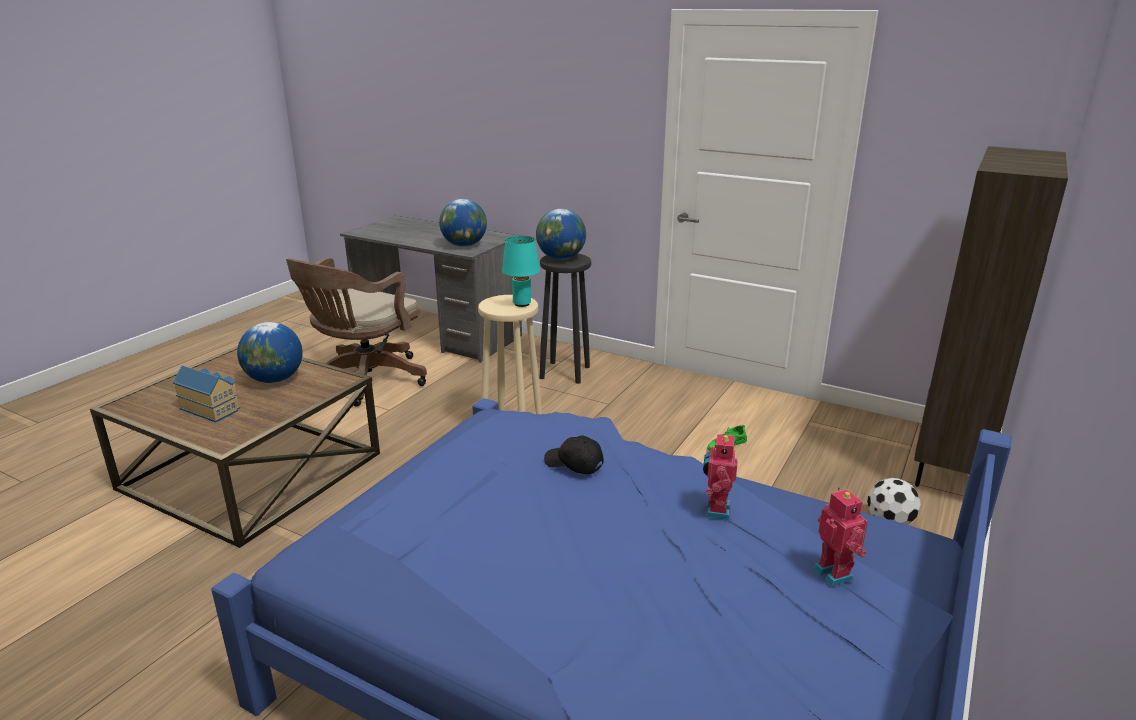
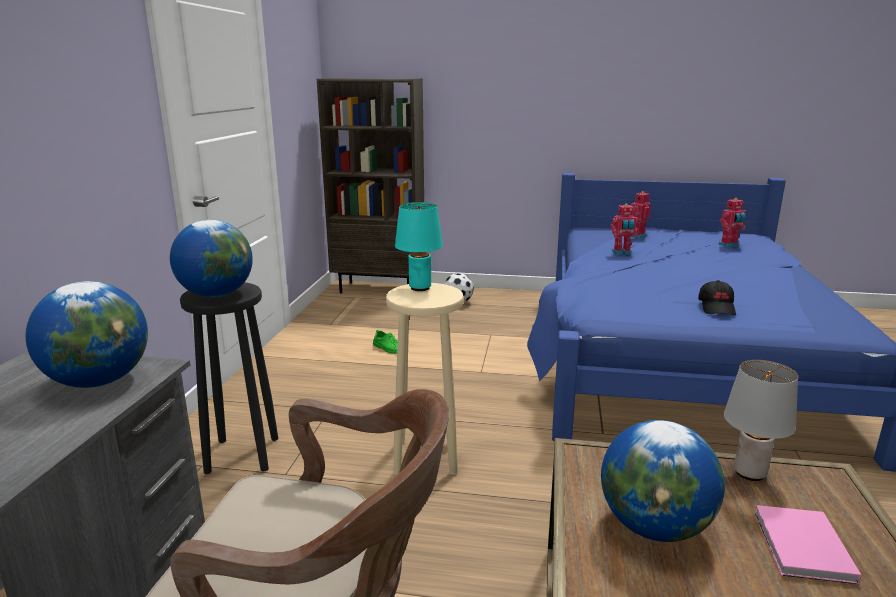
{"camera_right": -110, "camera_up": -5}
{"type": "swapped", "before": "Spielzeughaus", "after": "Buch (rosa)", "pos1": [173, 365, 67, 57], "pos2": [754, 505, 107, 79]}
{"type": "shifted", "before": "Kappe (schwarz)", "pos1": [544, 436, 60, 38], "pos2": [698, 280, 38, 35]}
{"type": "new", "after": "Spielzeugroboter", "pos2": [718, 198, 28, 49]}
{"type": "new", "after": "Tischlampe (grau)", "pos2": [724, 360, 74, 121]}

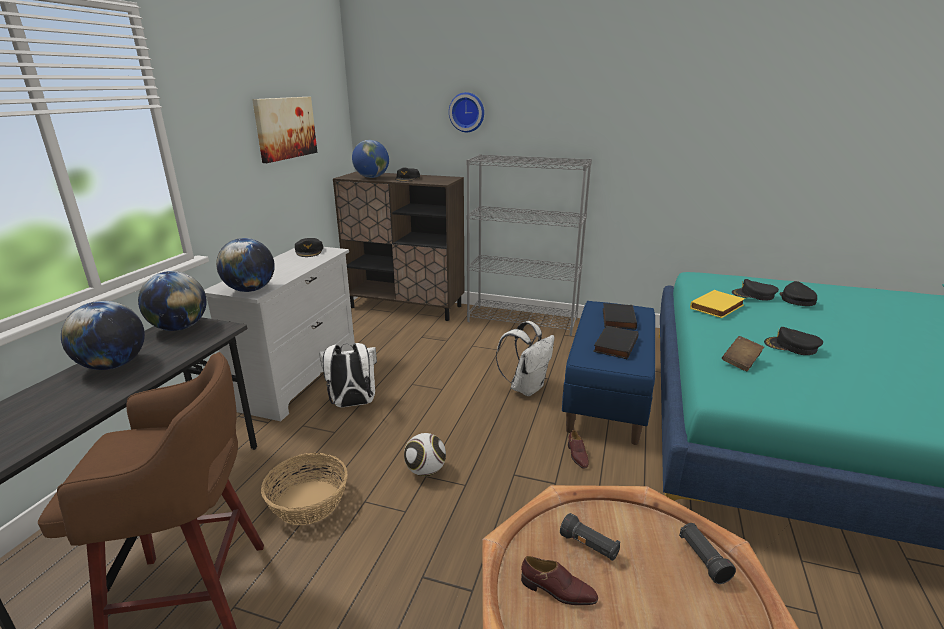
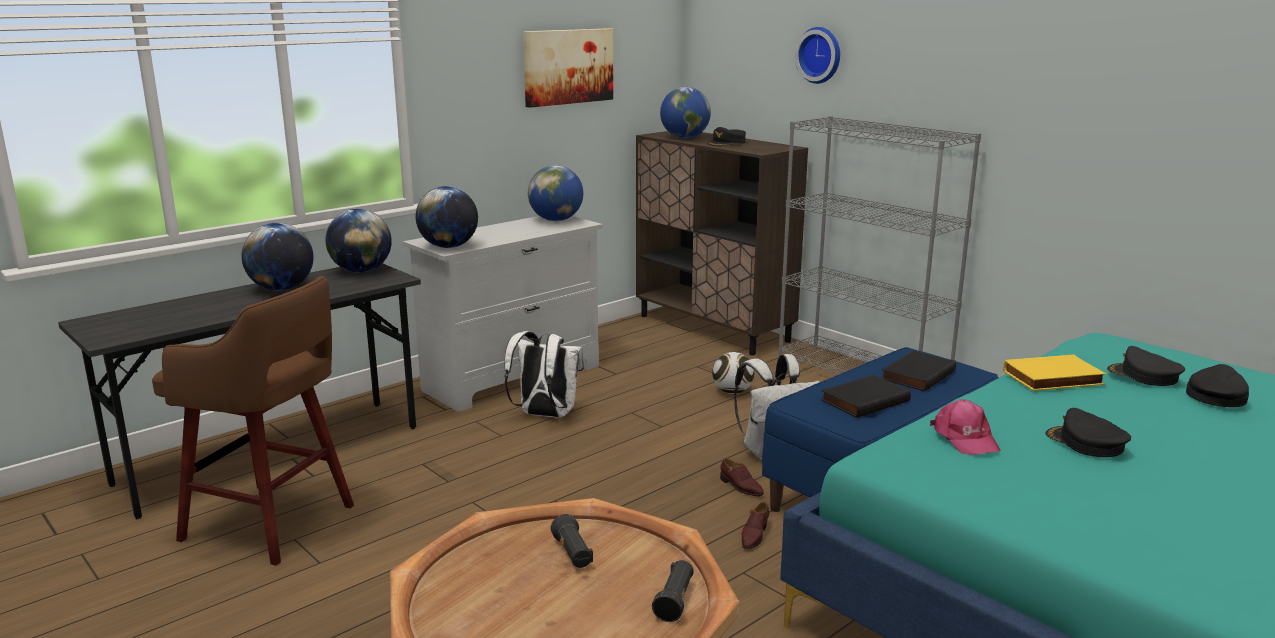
{"camera_right": 30, "camera_up": -5}
{"type": "gone", "before": "Korb", "pos1": [261, 453, 87, 72]}
{"type": "swapped", "before": "Kappe (schwarz)", "after": "Globus", "pos1": [295, 238, 28, 19], "pos2": [528, 165, 55, 56]}
{"type": "shifted", "before": "Fußball", "pos1": [404, 433, 42, 43], "pos2": [712, 352, 42, 42]}
{"type": "shifted", "before": "Schuh (braun)", "pos1": [521, 556, 77, 49], "pos2": [720, 458, 44, 39]}
{"type": "swapped", "before": "Buch (braun)", "after": "Kappe (rosa)", "pos1": [722, 336, 42, 35], "pos2": [930, 399, 71, 56]}

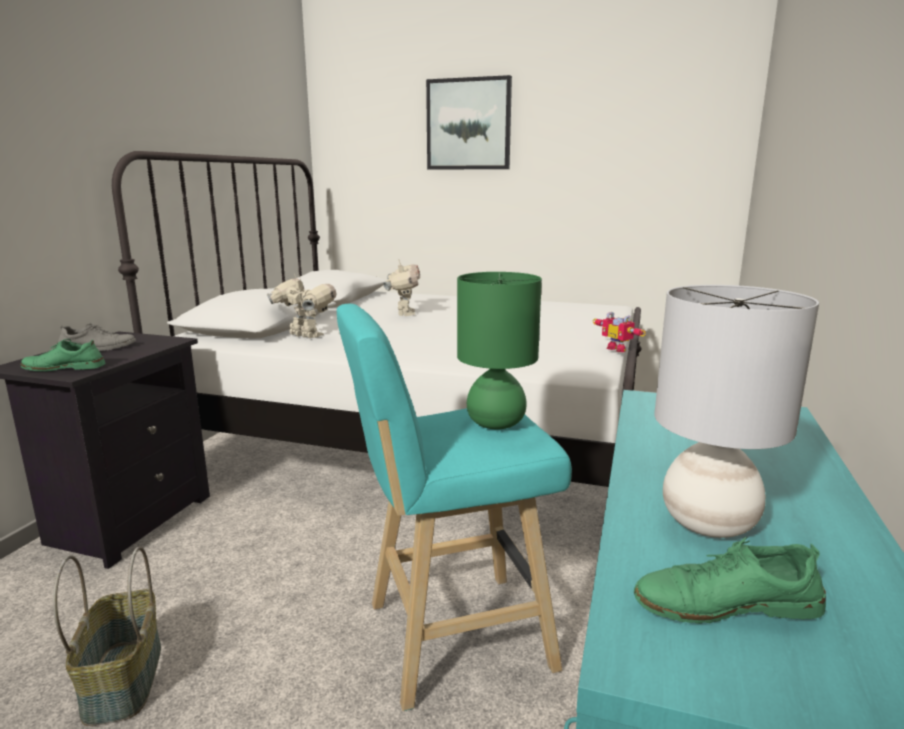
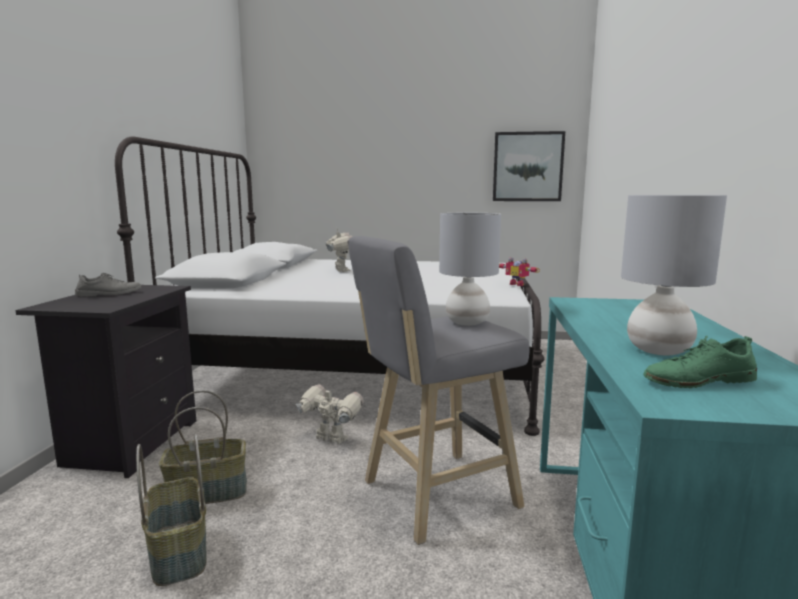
{"camera_right": -10, "camera_up": -5}
{"type": "gone", "before": "Schuh (grün)", "pos1": [21, 339, 84, 32]}
{"type": "shifted", "before": "Spielzeugroboter", "pos1": [267, 274, 70, 64], "pos2": [295, 384, 68, 60]}
{"type": "repainted", "before": "Hocker (türkis)", "after": "Hocker (grau)", "pos1": [337, 304, 235, 407], "pos2": [349, 236, 180, 309]}
{"type": "shifted", "before": "Bild", "pos1": [426, 75, 86, 95], "pos2": [493, 131, 72, 70]}
{"type": "repainted", "before": "Tischlampe (grün)", "after": "Tischlampe (grau)", "pos1": [457, 272, 85, 157], "pos2": [439, 213, 62, 113]}
{"type": "new", "after": "Korb", "pos2": [159, 390, 88, 114]}

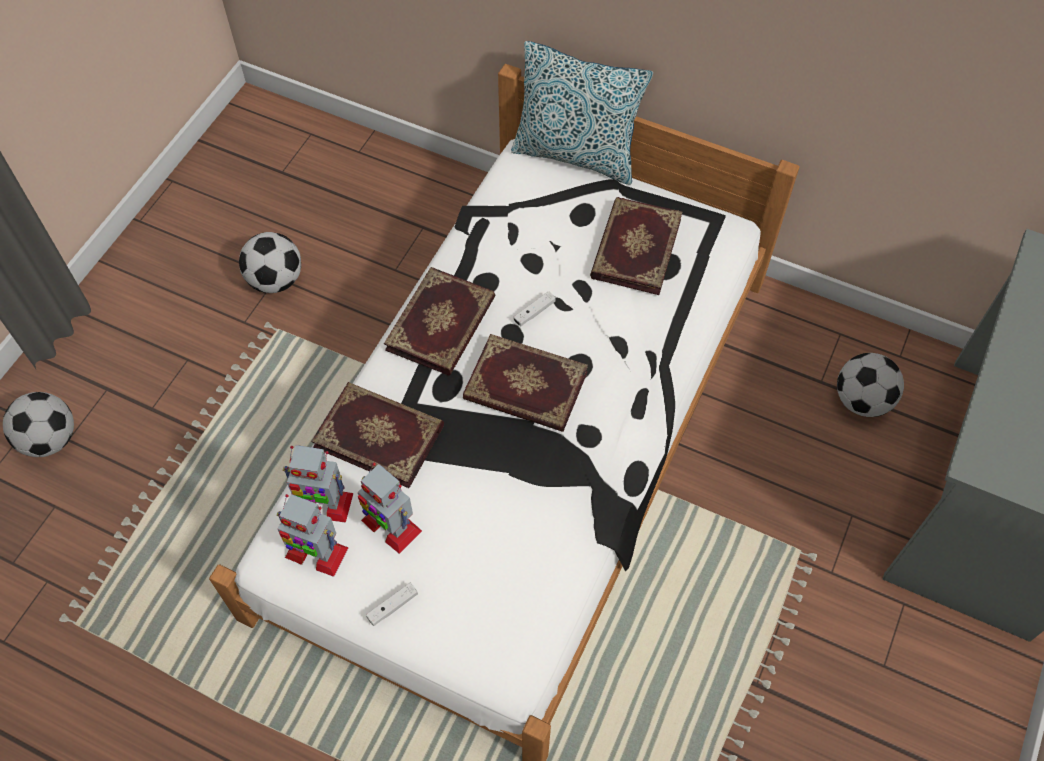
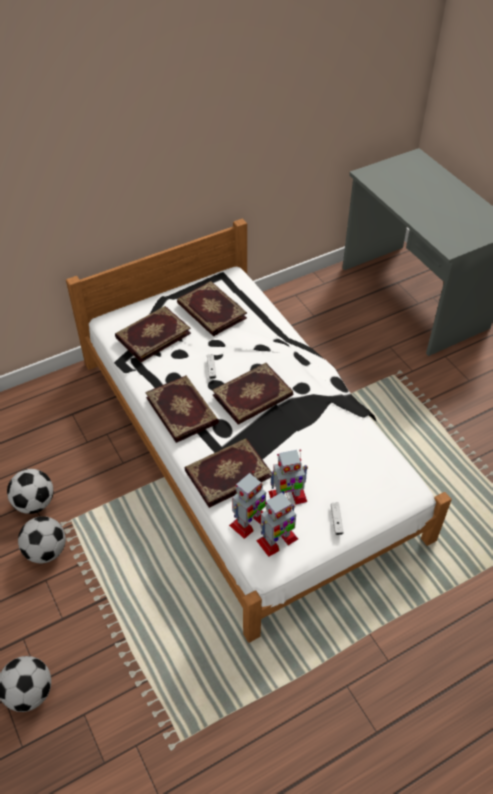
{"camera_right": -55, "camera_up": -10}
{"type": "gone", "before": "Kissen", "pos1": [511, 41, 142, 144]}
{"type": "shifted", "before": "Fußball", "pos1": [837, 353, 67, 64], "pos2": [18, 516, 48, 47]}
{"type": "new", "after": "Buch", "pos2": [115, 306, 76, 56]}

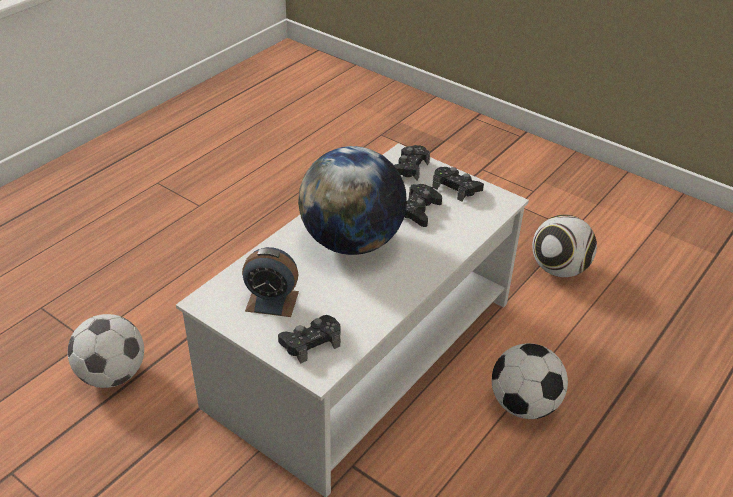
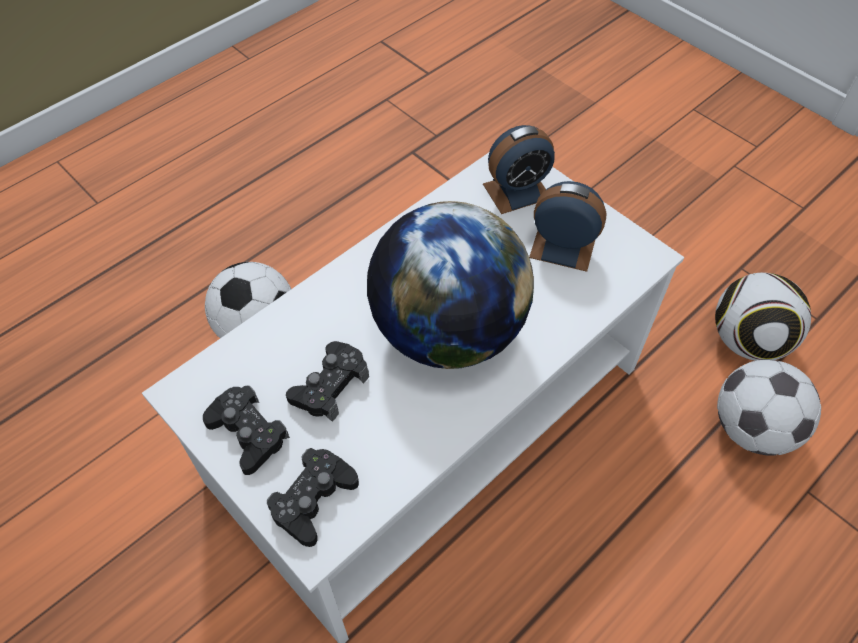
{"camera_right": -170, "camera_up": 15}
{"type": "swapped", "before": "Gamepad (schwarz)", "after": "Wecker", "pos1": [278, 315, 63, 49], "pos2": [483, 125, 72, 89]}
{"type": "shifted", "before": "Fußball", "pos1": [532, 215, 65, 62], "pos2": [715, 273, 96, 88]}

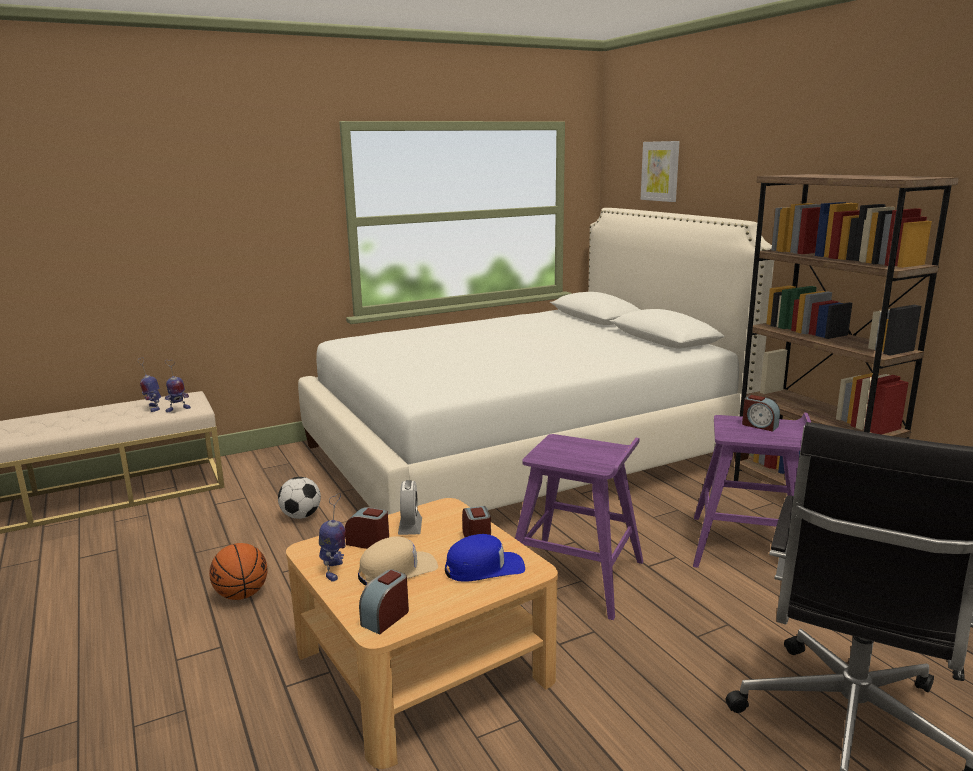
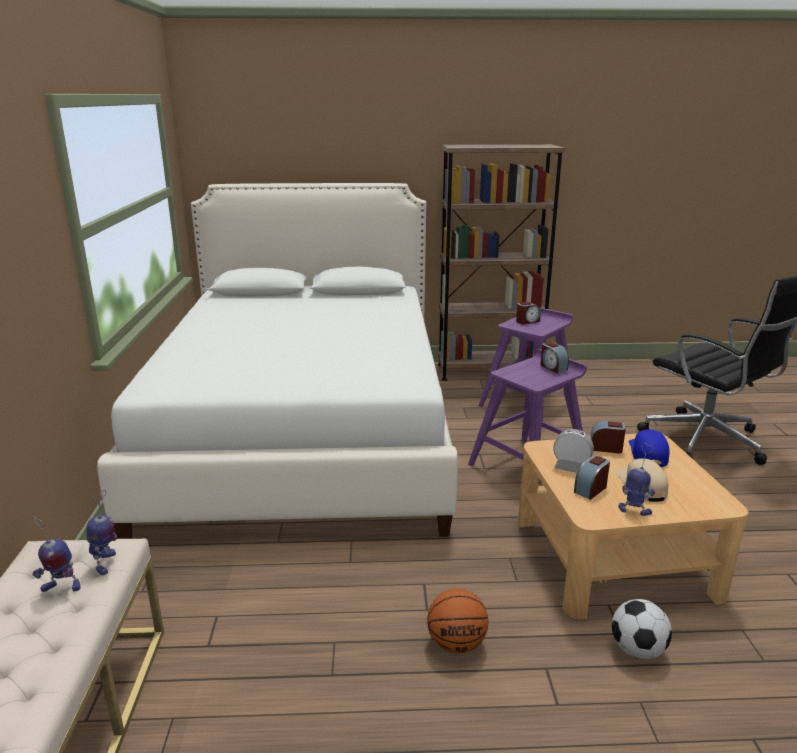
{"camera_right": -65, "camera_up": 5}
{"type": "shifted", "before": "Fußball", "pos1": [278, 477, 43, 42], "pos2": [612, 599, 60, 60]}
{"type": "shifted", "before": "Wecker", "pos1": [359, 569, 50, 66], "pos2": [540, 342, 29, 31]}
{"type": "gone", "before": "Bild", "pos1": [641, 141, 39, 61]}

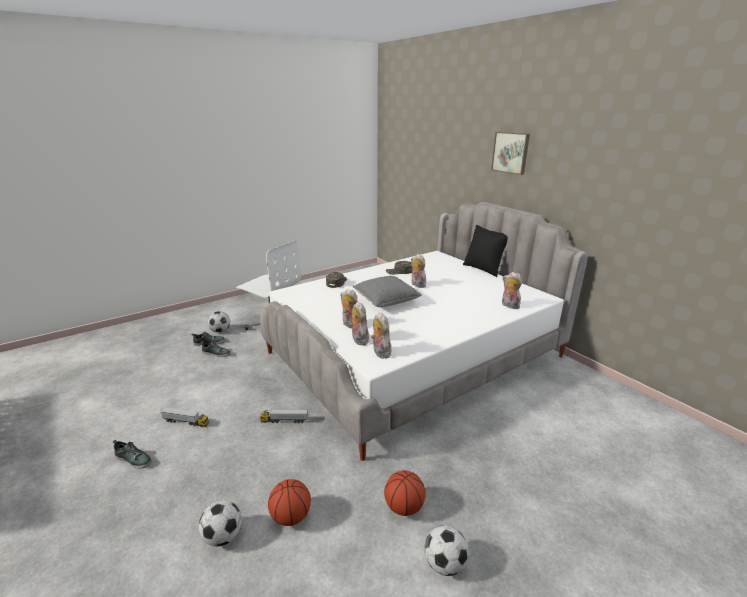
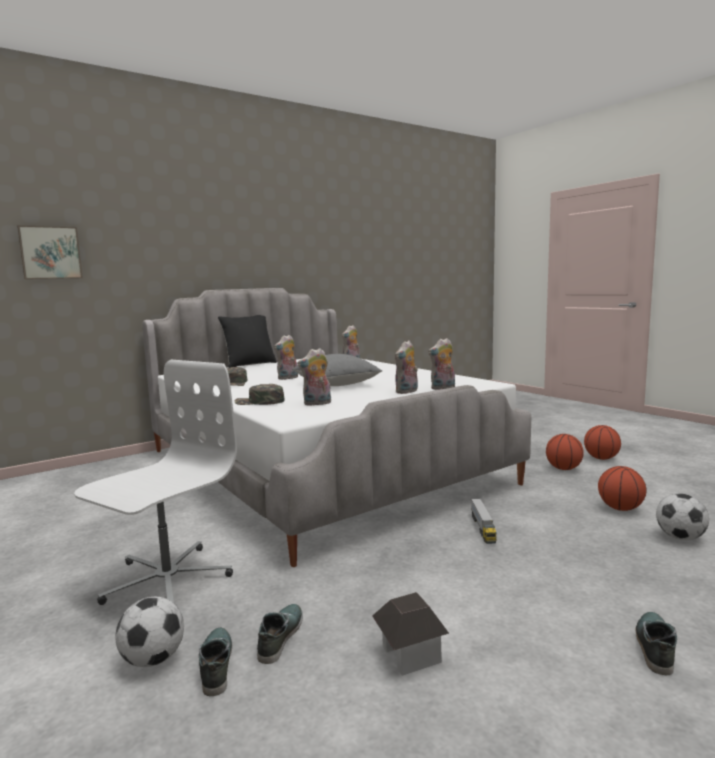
{"camera_right": -90, "camera_up": -15}
{"type": "gone", "before": "Spielzeuglaster", "pos1": [161, 407, 48, 20]}
{"type": "shifted", "before": "Plüschtier", "pos1": [371, 312, 20, 47], "pos2": [297, 348, 34, 58]}
{"type": "swapped", "before": "Fußball", "after": "Basketball", "pos1": [425, 525, 44, 51], "pos2": [584, 425, 37, 35]}
{"type": "shifted", "before": "Bild", "pos1": [491, 132, 39, 43], "pos2": [17, 225, 66, 54]}
{"type": "new", "after": "Spielzeughaus", "pos2": [372, 592, 77, 84]}

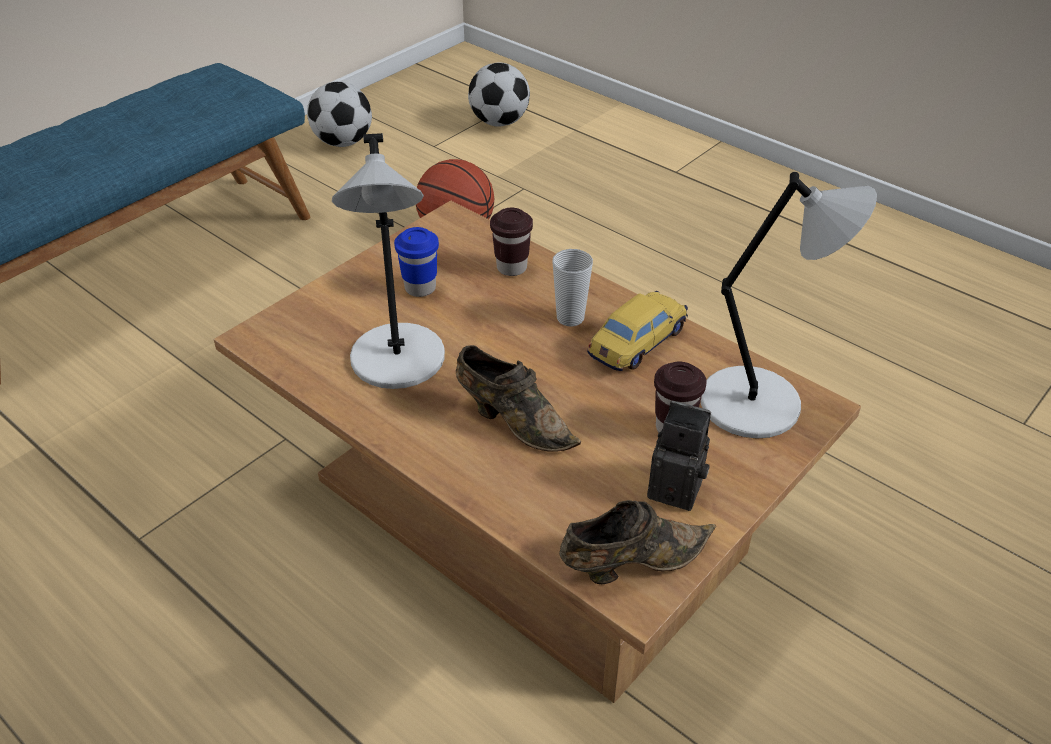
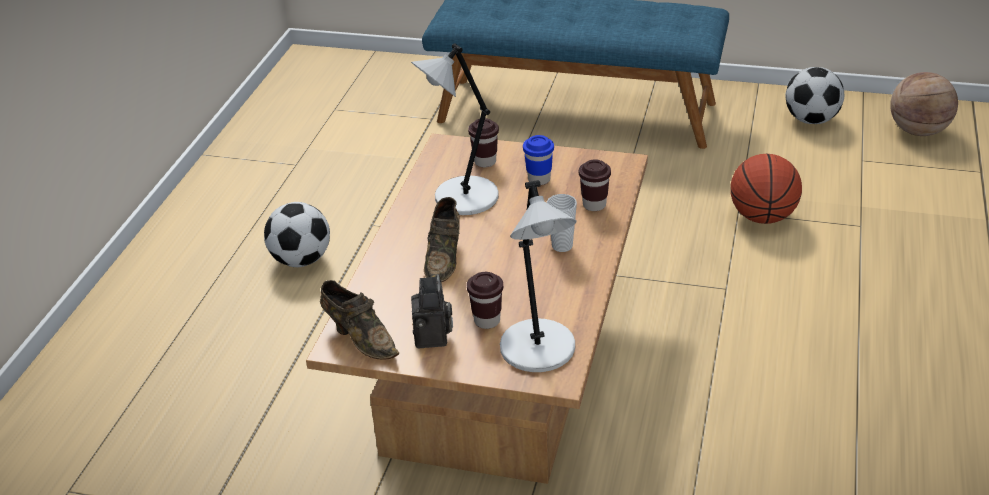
{"camera_right": 65, "camera_up": -5}
{"type": "shifted", "before": "Fußball", "pos1": [468, 63, 62, 64], "pos2": [264, 202, 66, 65]}
{"type": "gone", "before": "Spielzeugauto", "pos1": [587, 291, 101, 80]}
{"type": "new", "after": "Tasse (braun)", "pos2": [468, 118, 31, 49]}
{"type": "new", "after": "Basketball", "pos2": [890, 72, 68, 64]}

